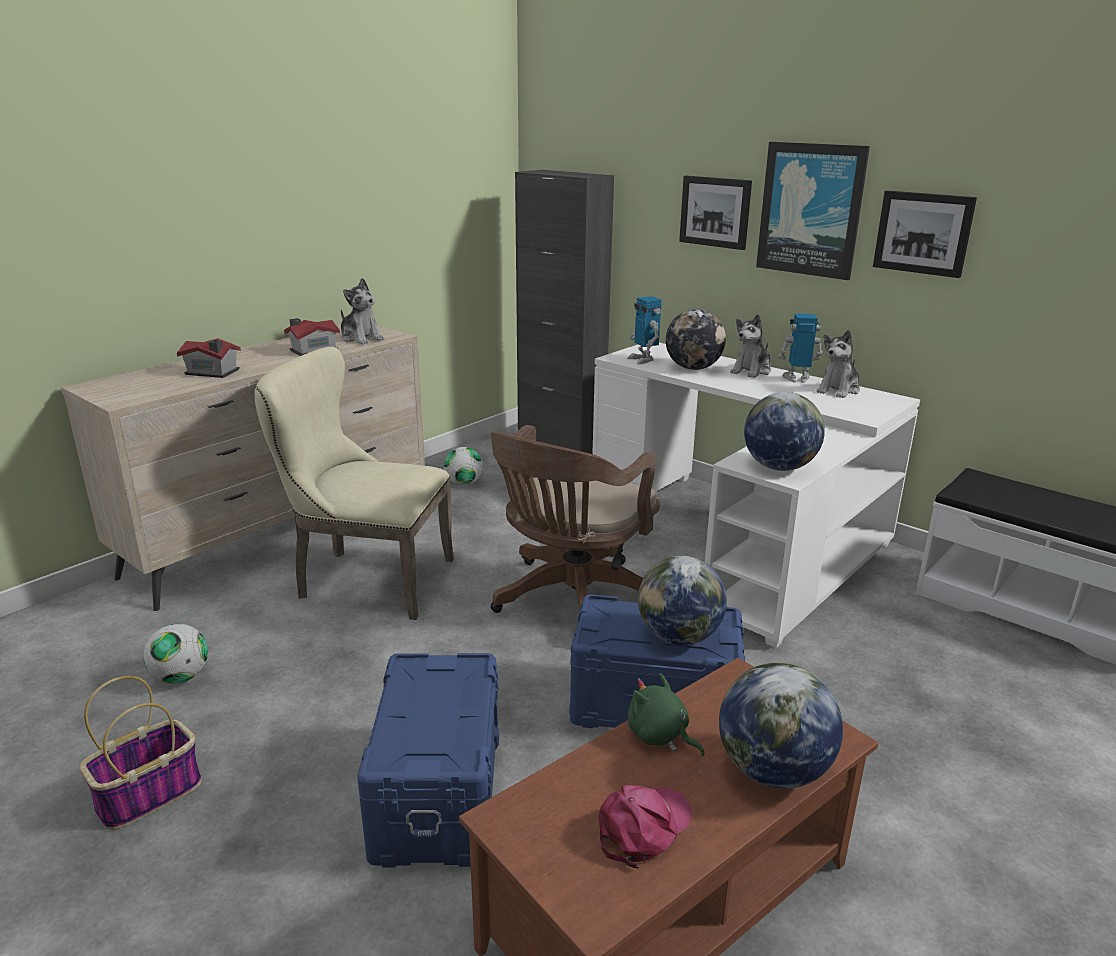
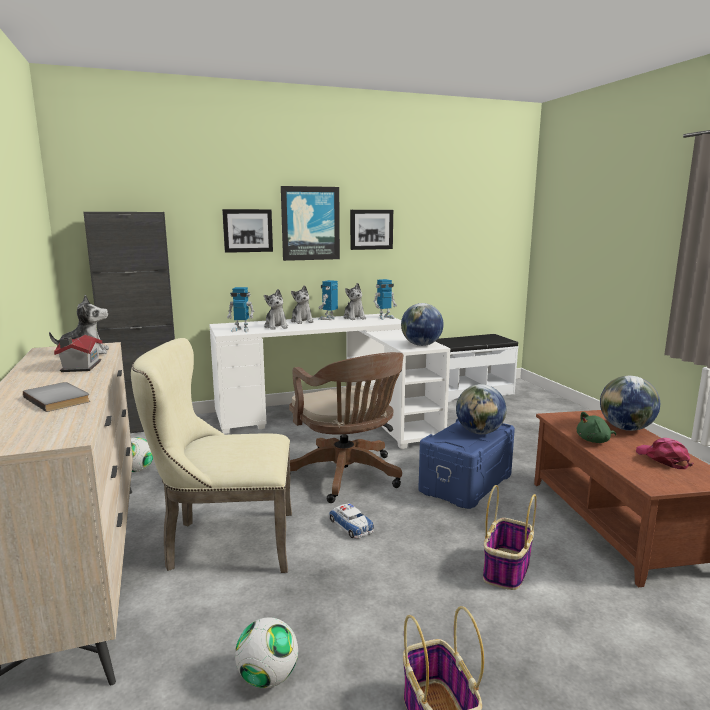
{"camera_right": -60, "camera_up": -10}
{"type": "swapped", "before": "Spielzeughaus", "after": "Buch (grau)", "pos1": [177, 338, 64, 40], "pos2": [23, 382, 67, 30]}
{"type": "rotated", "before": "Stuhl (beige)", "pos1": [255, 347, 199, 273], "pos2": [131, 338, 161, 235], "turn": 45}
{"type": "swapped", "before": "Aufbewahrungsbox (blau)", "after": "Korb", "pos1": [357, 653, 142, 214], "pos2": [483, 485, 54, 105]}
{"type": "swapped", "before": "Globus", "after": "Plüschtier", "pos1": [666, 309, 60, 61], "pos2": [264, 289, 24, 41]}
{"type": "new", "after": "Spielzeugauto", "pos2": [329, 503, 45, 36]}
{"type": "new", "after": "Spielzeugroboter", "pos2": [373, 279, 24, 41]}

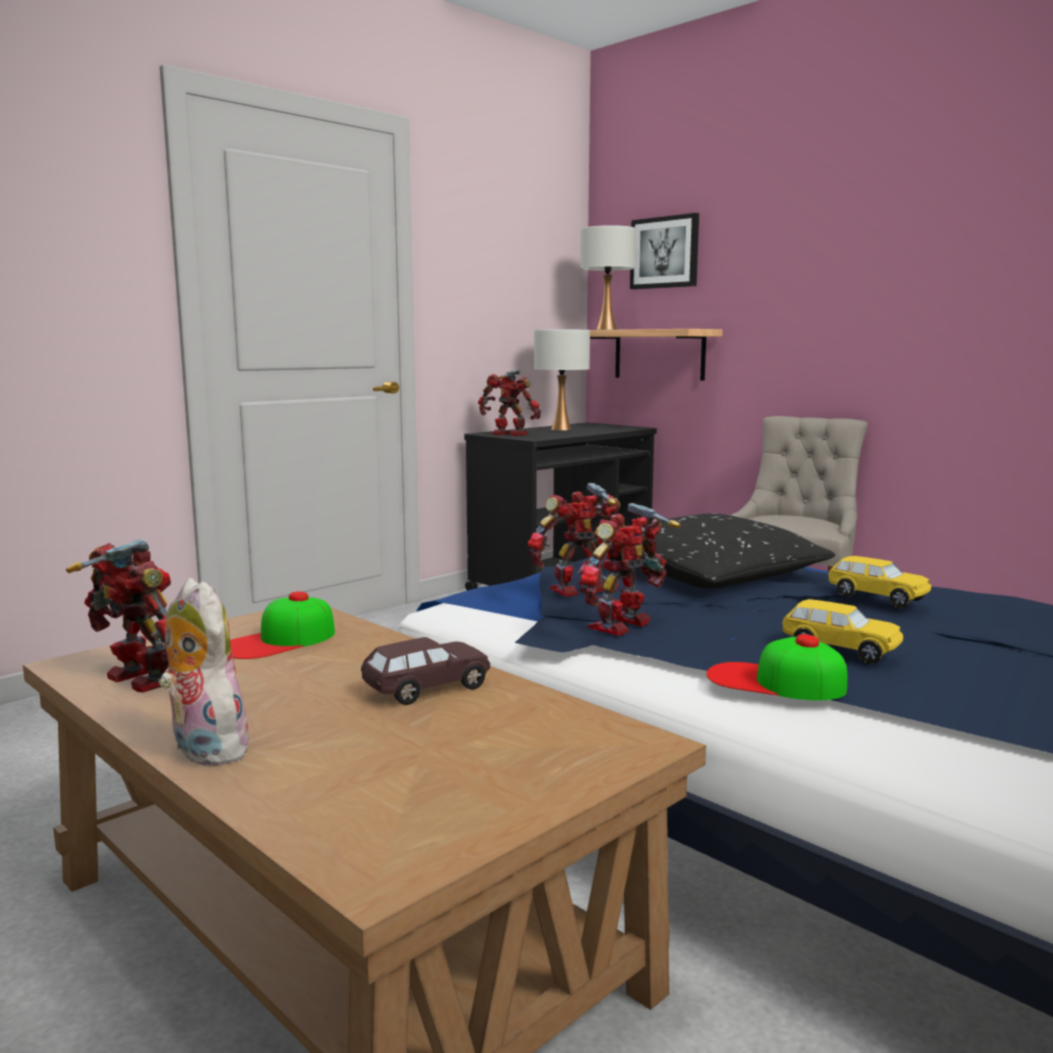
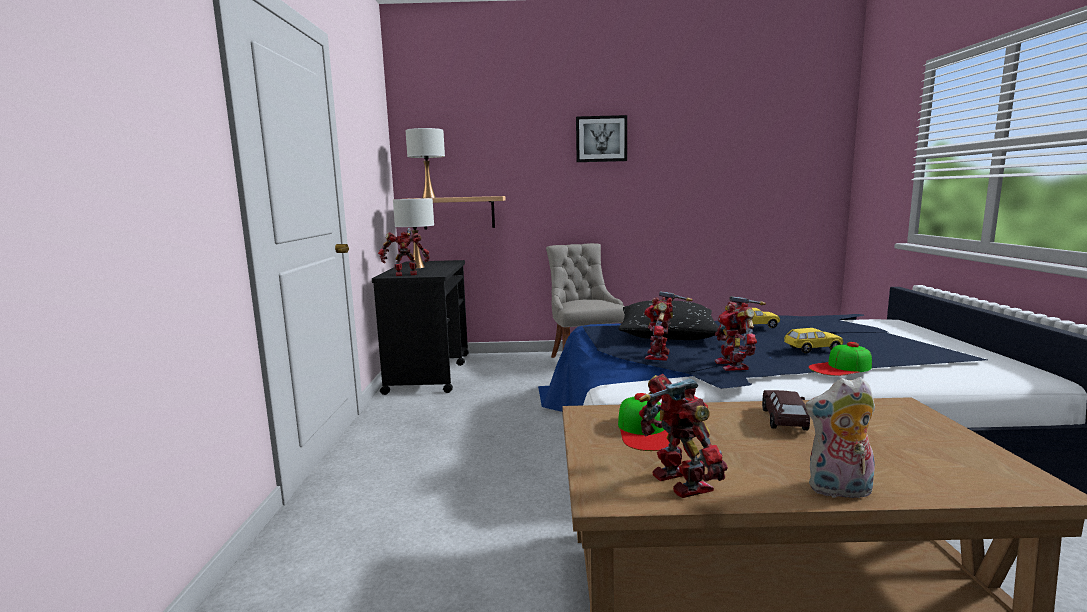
{"camera_right": -45, "camera_up": 0}
{"type": "rotated", "before": "Spielzeugroboter", "pos1": [66, 539, 105, 153], "pos2": [639, 374, 89, 124], "turn": 75}
{"type": "shifted", "before": "Bild", "pos1": [630, 213, 69, 76], "pos2": [576, 115, 51, 47]}

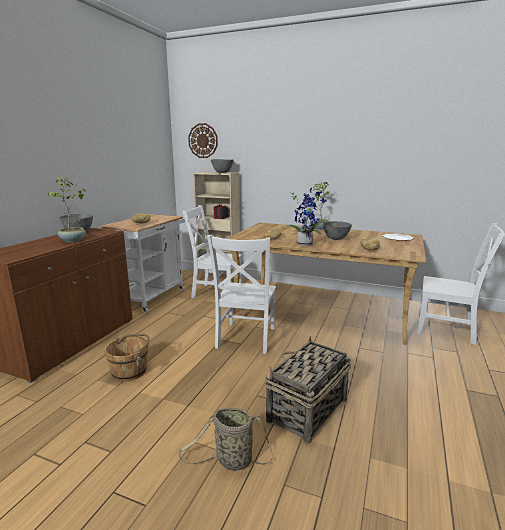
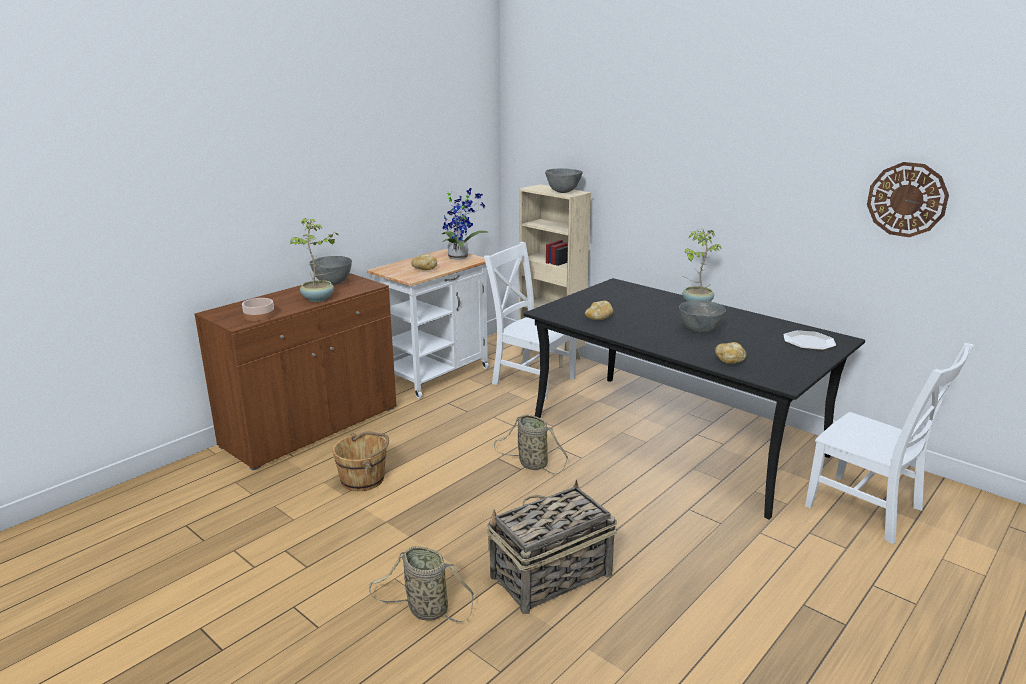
{"camera_right": 20, "camera_up": 5}
{"type": "shifted", "before": "Wanduhr", "pos1": [188, 123, 30, 35], "pos2": [867, 162, 82, 75]}
{"type": "swapped", "before": "Stuhl (weiß)", "after": "Korb", "pos1": [207, 235, 69, 119], "pos2": [494, 414, 74, 60]}
{"type": "repainted", "before": "Esstisch (beige)", "after": "Esstisch (schwarz)", "pos1": [227, 223, 199, 122], "pos2": [523, 278, 342, 242]}
{"type": "shifted", "before": "Topfpflanze", "pos1": [282, 187, 45, 59], "pos2": [442, 188, 47, 72]}
{"type": "new", "after": "Schüssel", "pos2": [242, 298, 33, 23]}

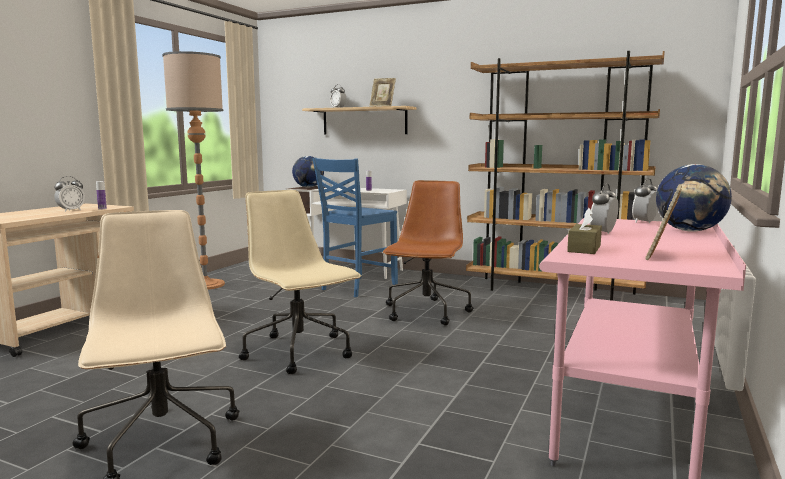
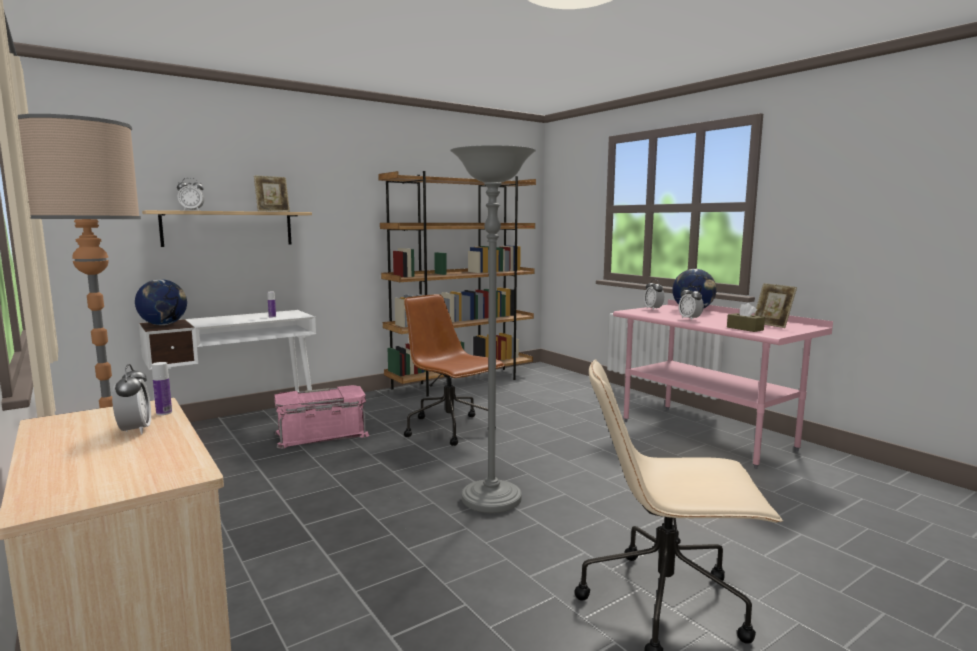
{"camera_right": -60, "camera_up": 0}
{"type": "swapped", "before": "Bürostuhl (beige)", "after": "Stehlampe (grau)", "pos1": [239, 190, 122, 184], "pos2": [450, 145, 86, 368]}
{"type": "swapped", "before": "Stuhl (blau)", "after": "Aufbewahrungsbox (rosa)", "pos1": [312, 157, 86, 140], "pos2": [274, 385, 95, 64]}

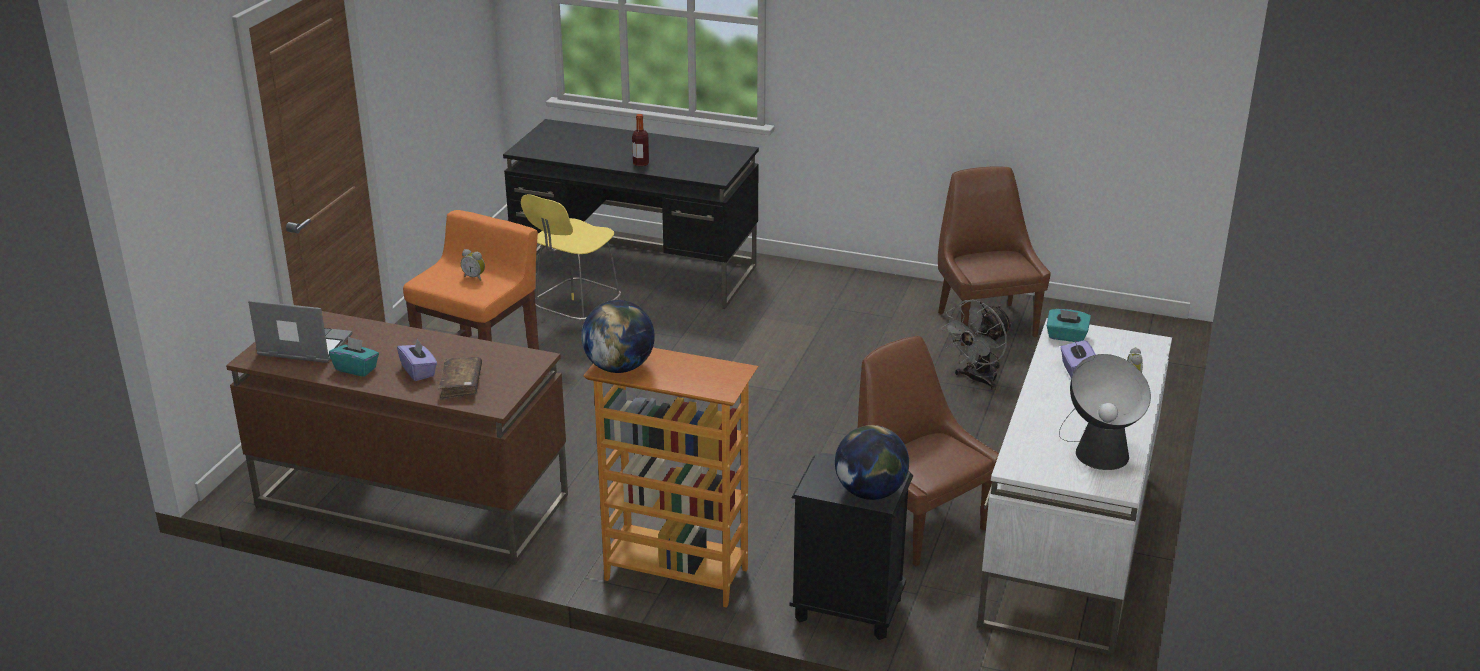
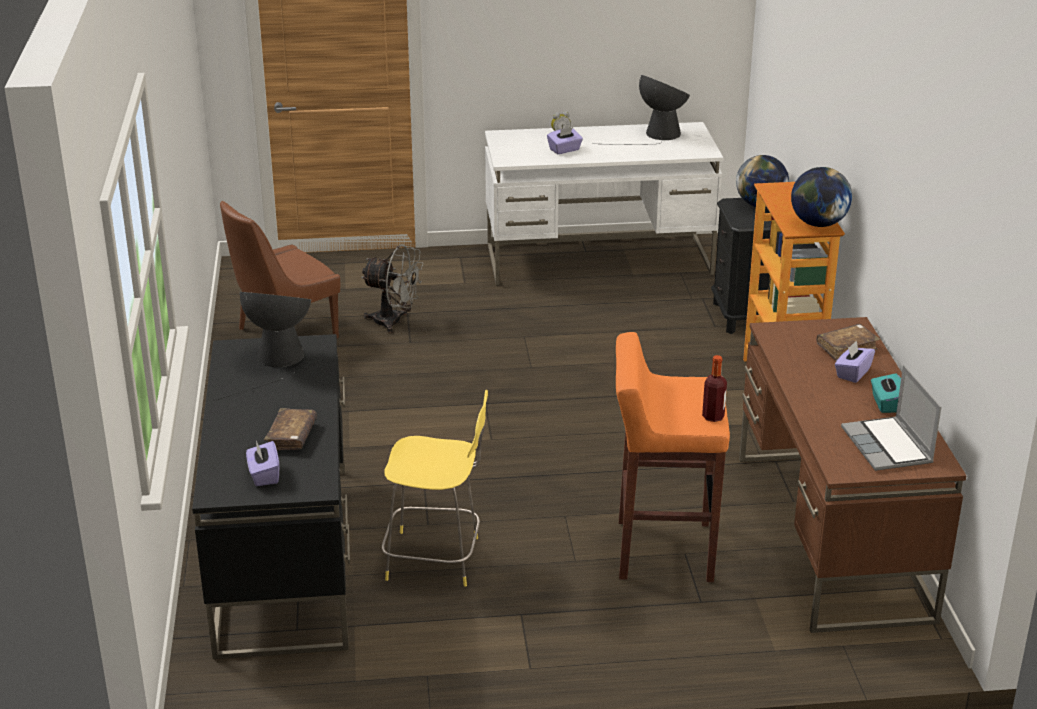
{"camera_right": -115, "camera_up": 0}
{"type": "gone", "before": "Wecker", "pos1": [461, 249, 24, 32]}
{"type": "shifted", "before": "Flasche", "pos1": [632, 114, 17, 52], "pos2": [702, 355, 25, 67]}
{"type": "gone", "before": "Stuhl (braun)", "pos1": [858, 336, 141, 230]}
{"type": "gone", "before": "Taschentuchbox (türkis)", "pos1": [1047, 309, 44, 33]}
{"type": "new", "after": "Tischlampe", "pos2": [214, 292, 98, 109]}
{"type": "new", "after": "Taschentuchbox (lila)", "pos2": [246, 441, 33, 45]}
{"type": "new", "after": "Buch (braun)", "pos2": [264, 408, 53, 42]}

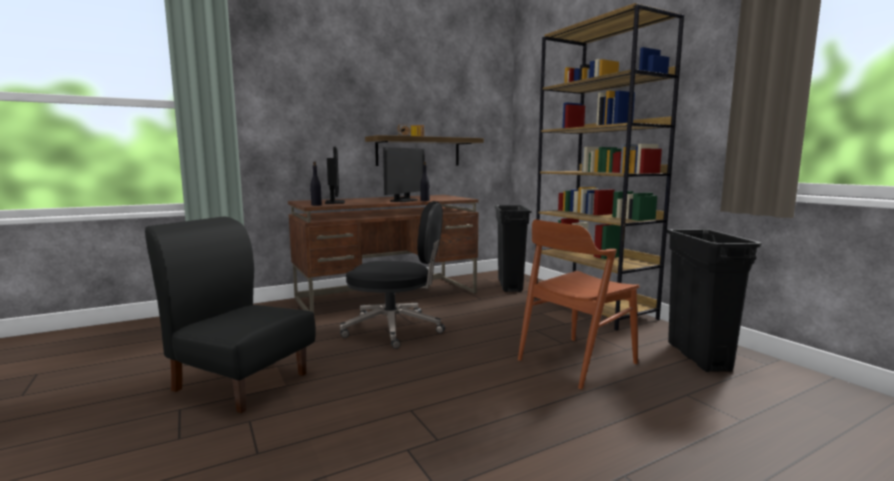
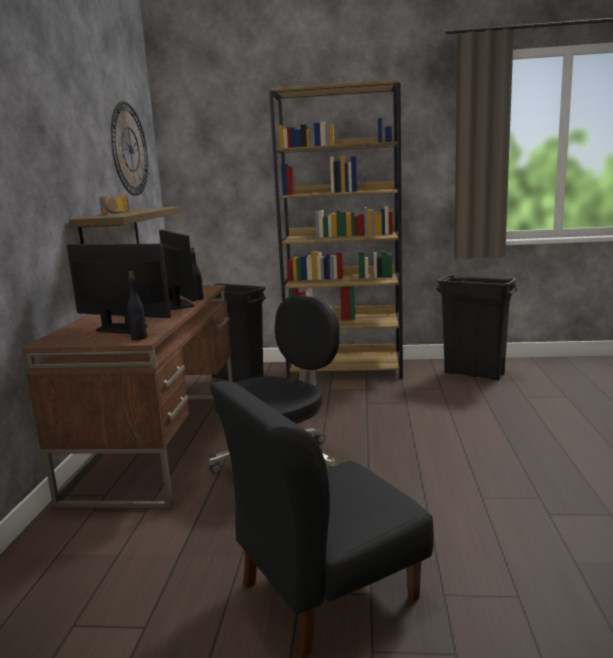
{"camera_right": -55, "camera_up": 5}
{"type": "gone", "before": "Stuhl (braun)", "pos1": [518, 220, 121, 169]}
{"type": "new", "after": "Wanduhr", "pos2": [111, 101, 37, 95]}

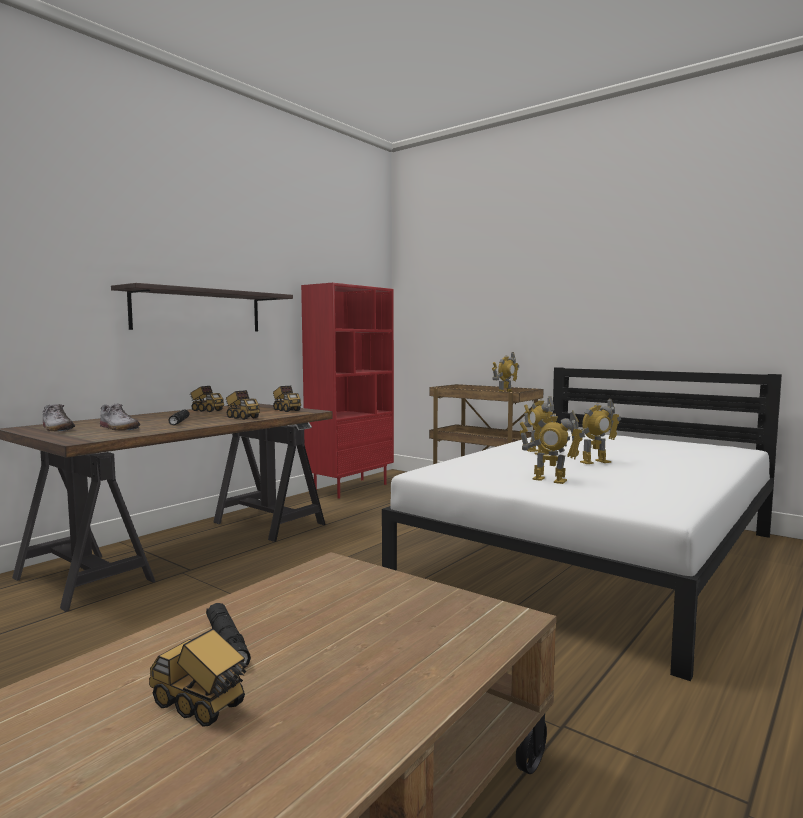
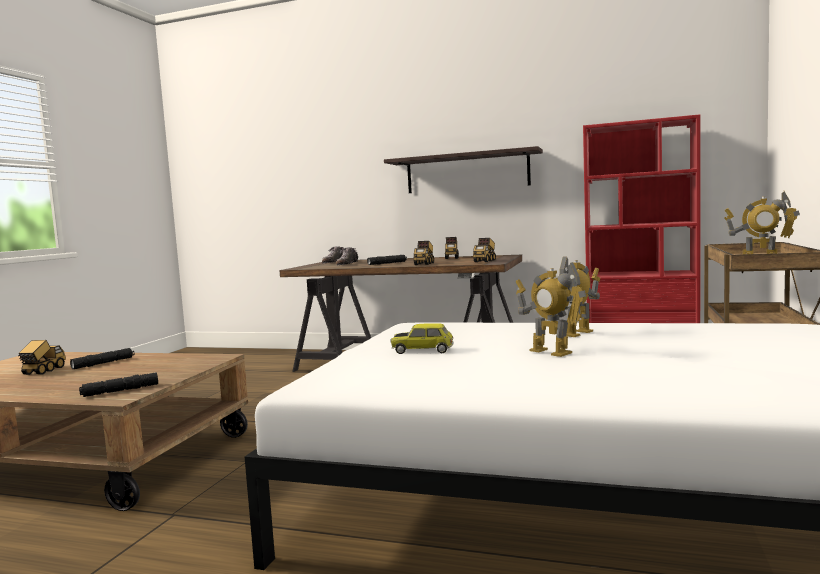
{"camera_right": 70, "camera_up": 0}
{"type": "swapped", "before": "Spielzeugroboter", "after": "Spielzeugauto", "pos1": [520, 410, 65, 74], "pos2": [390, 323, 64, 31]}
{"type": "new", "after": "Taschenlampe (schwarz)", "pos2": [79, 372, 79, 25]}

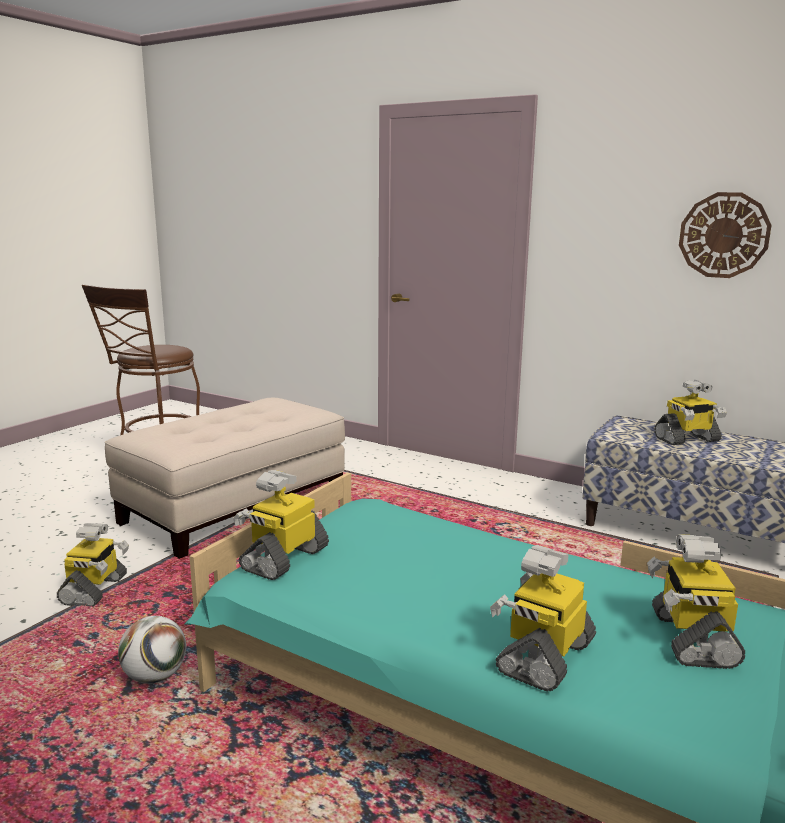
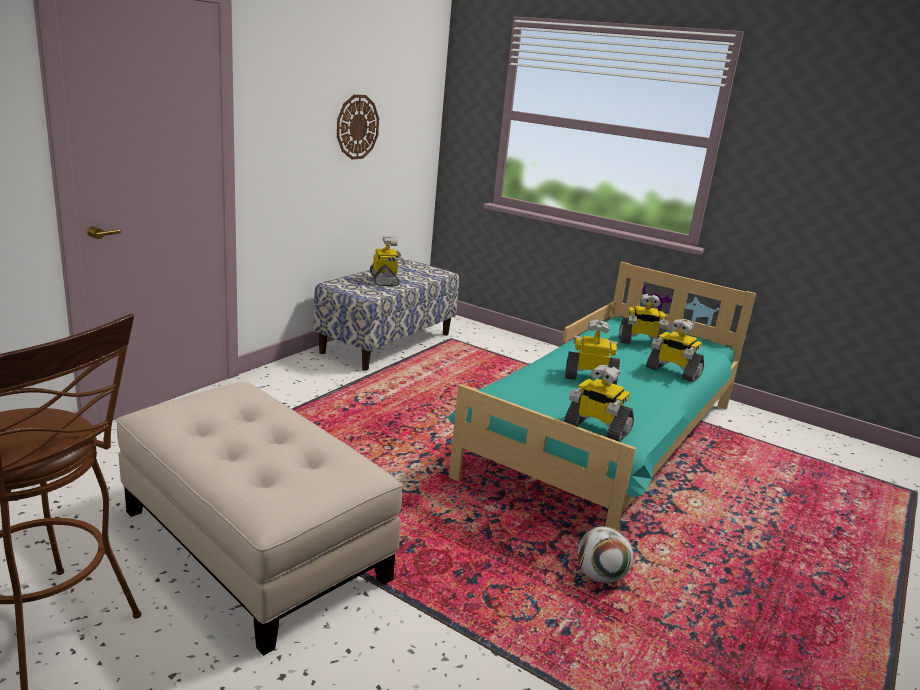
{"camera_right": -90, "camera_up": 5}
{"type": "shifted", "before": "Spielzeugroboter", "pos1": [57, 523, 72, 83], "pos2": [565, 320, 55, 65]}

